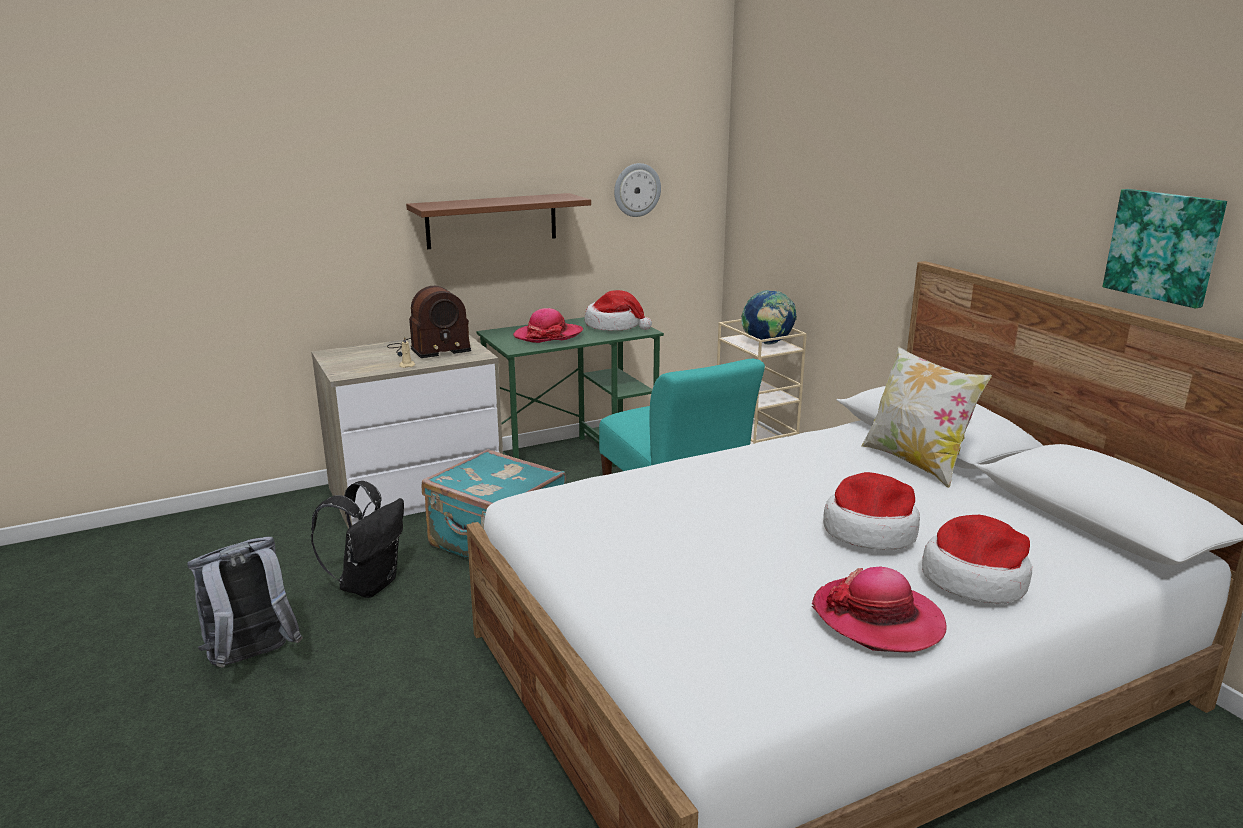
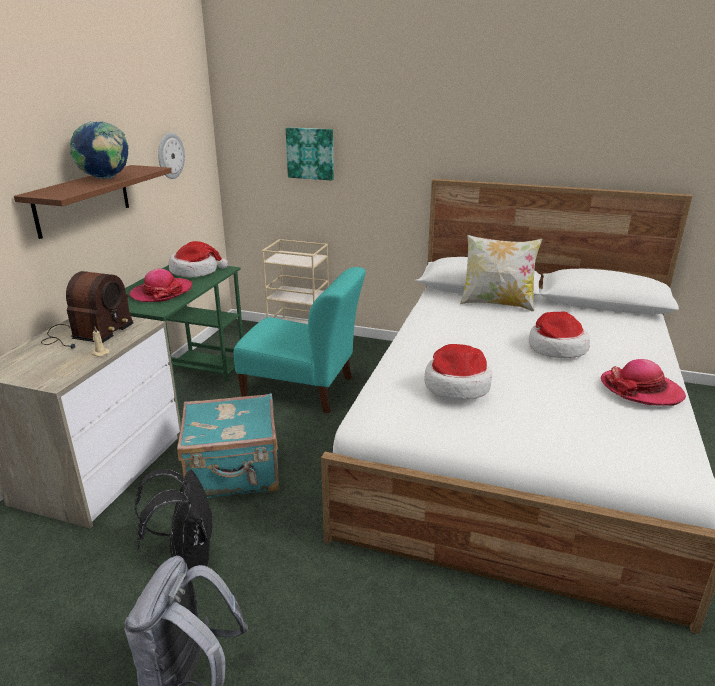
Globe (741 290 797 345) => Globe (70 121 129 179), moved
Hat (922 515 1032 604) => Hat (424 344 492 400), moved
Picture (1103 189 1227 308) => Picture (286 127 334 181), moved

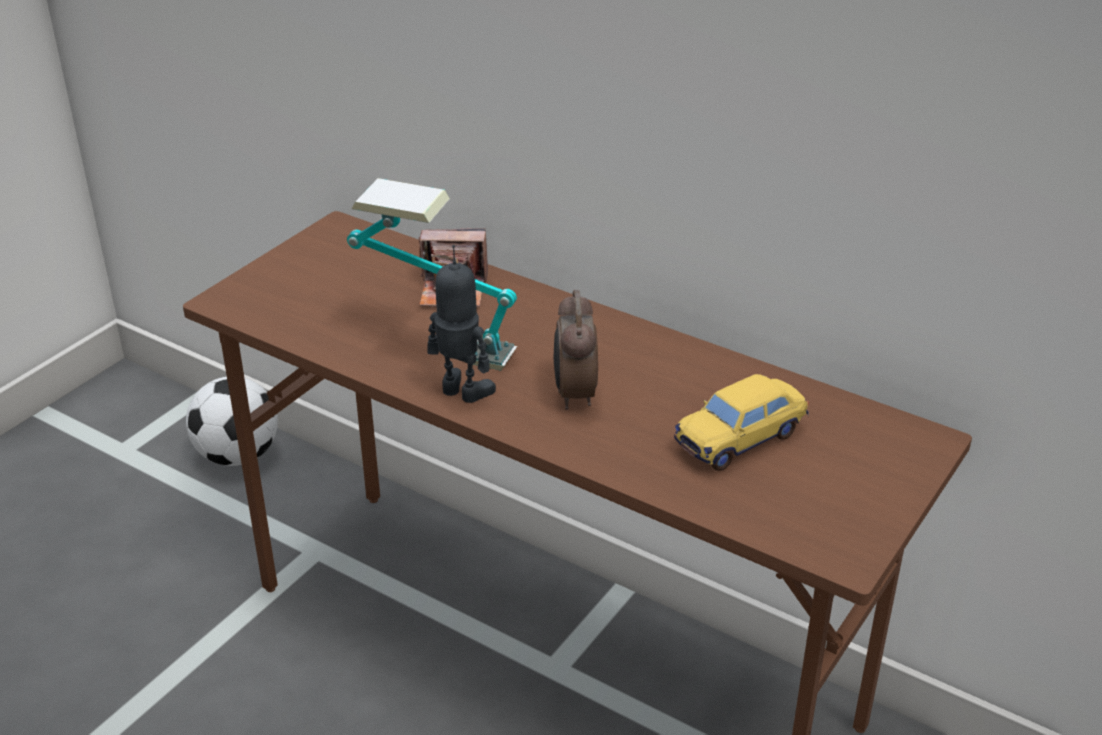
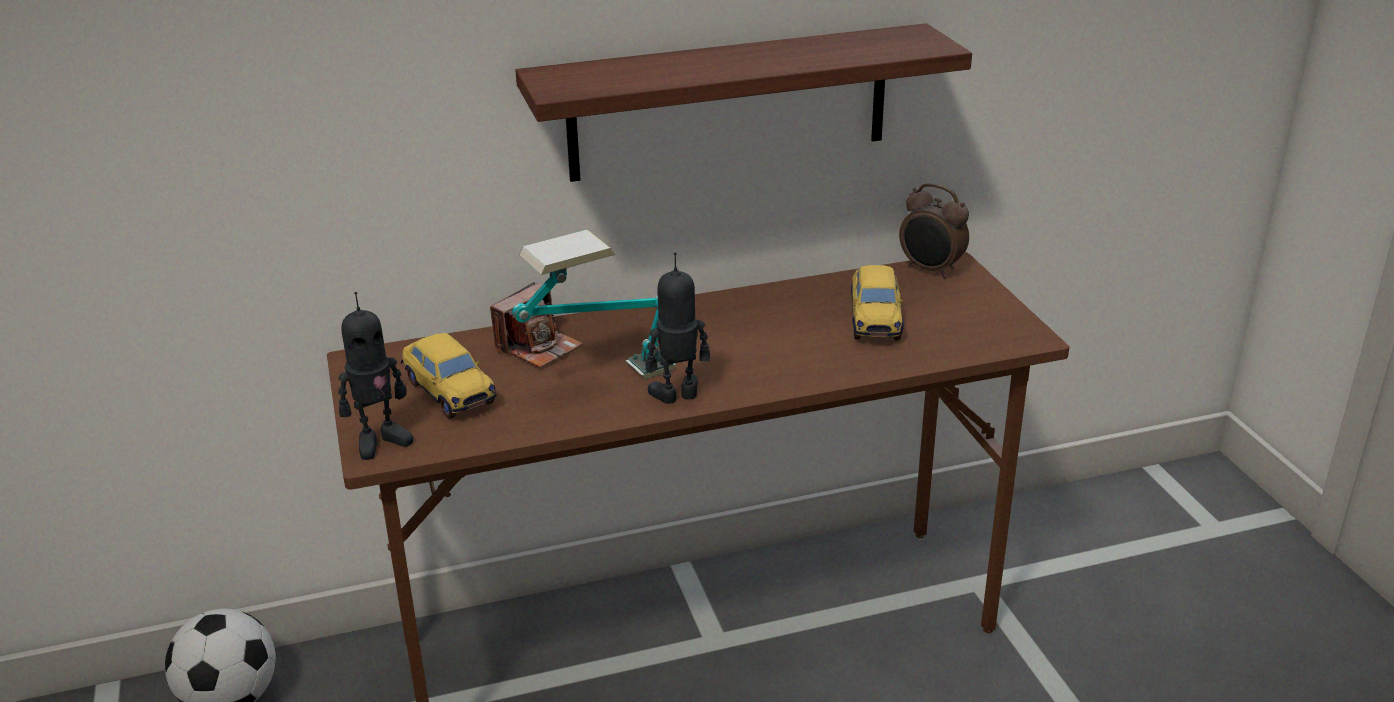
AlarmClock (553 290 598 410) => AlarmClock (899 183 969 278), moved
nothing => ToyRobot (338 292 413 460)
nothing => ToyCar (401 333 497 419)
nothing => Shelf (515 23 972 182)

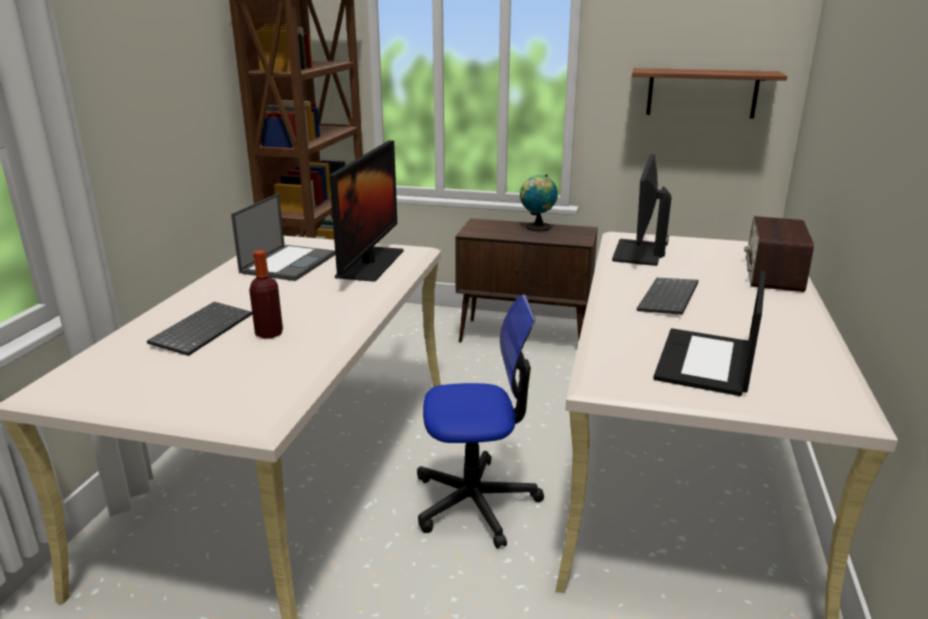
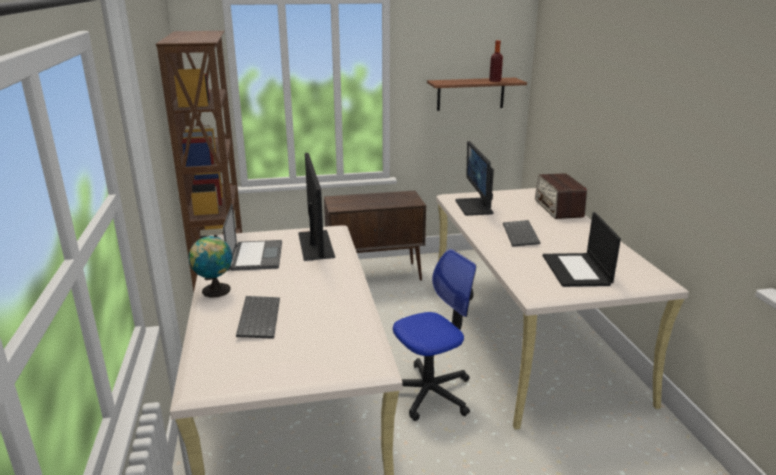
Bottle (249 250 283 339) => Bottle (489 40 503 82), moved
Globe (520 174 558 231) => Globe (189 235 232 298), moved

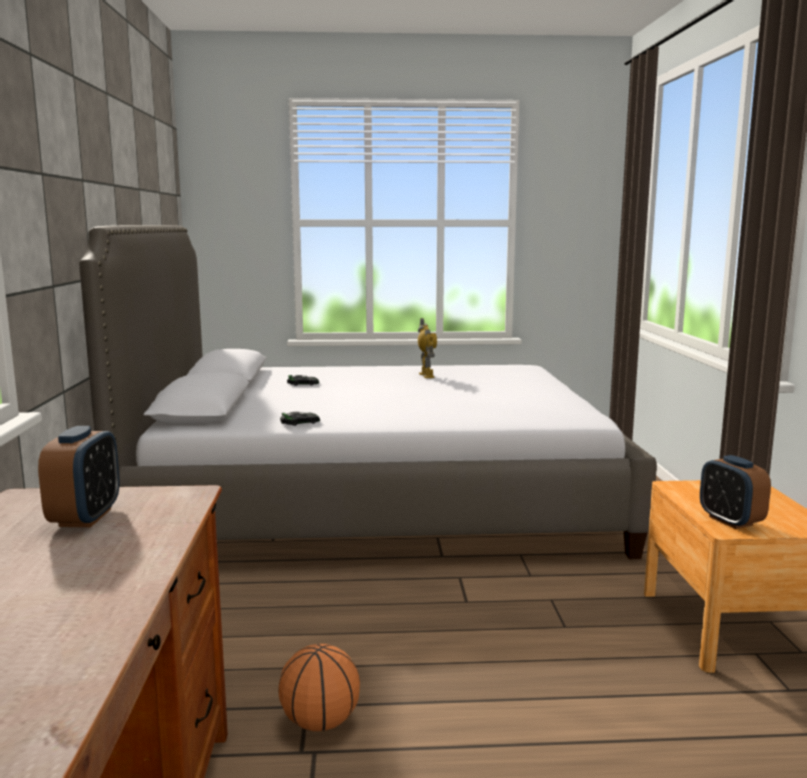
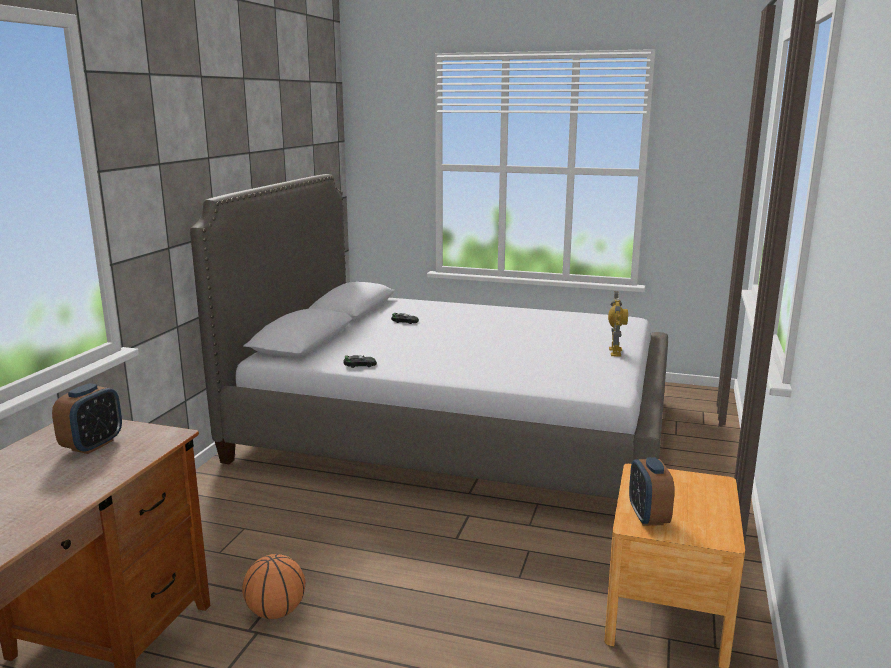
ToyRobot (418 318 437 378) => ToyRobot (608 291 628 357), moved

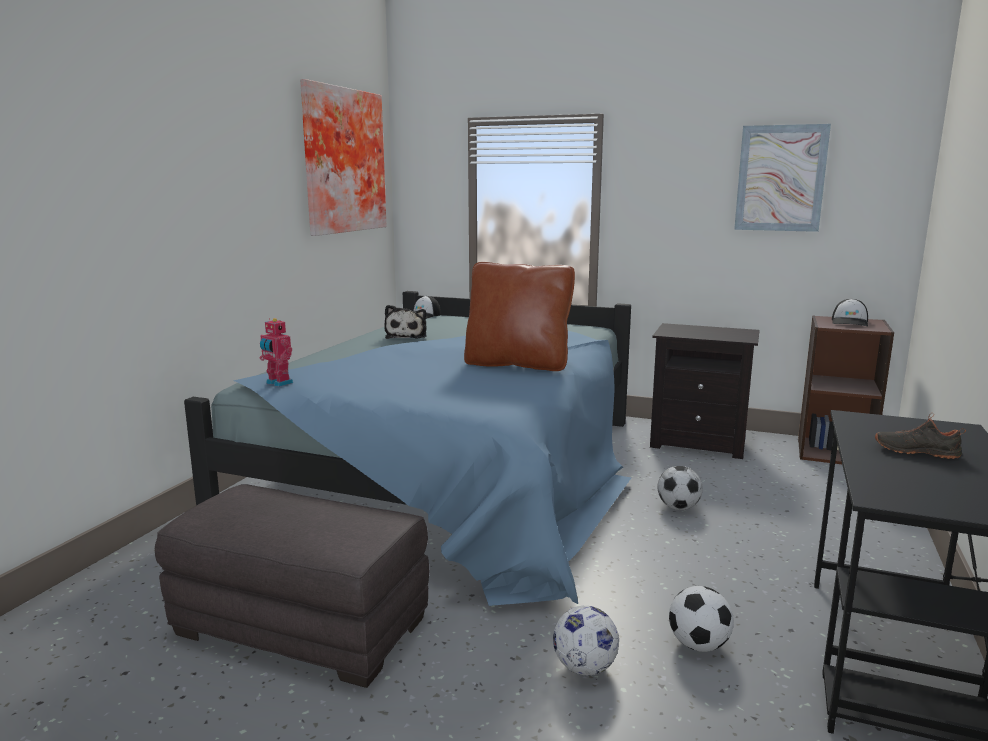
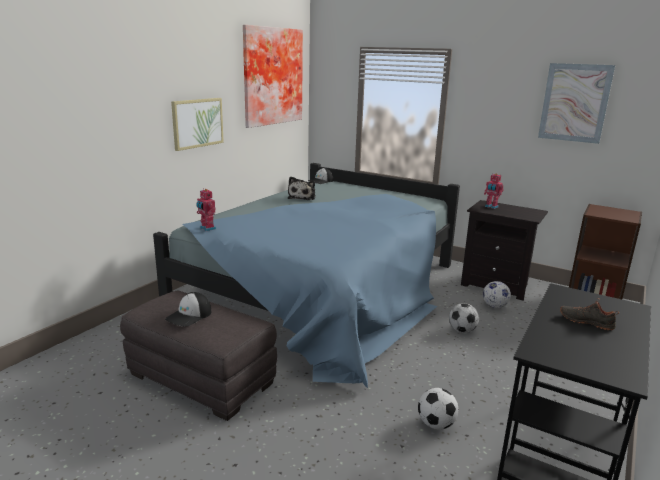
BrownPillow (464 262 575 371) => nothing
Football (553 606 619 675) => Football (483 281 511 308), moved
Cap (832 299 868 327) => Cap (165 292 211 327), moved
nothing => Picture (171 98 224 151)
nothing => ToyRobot (484 173 504 209)

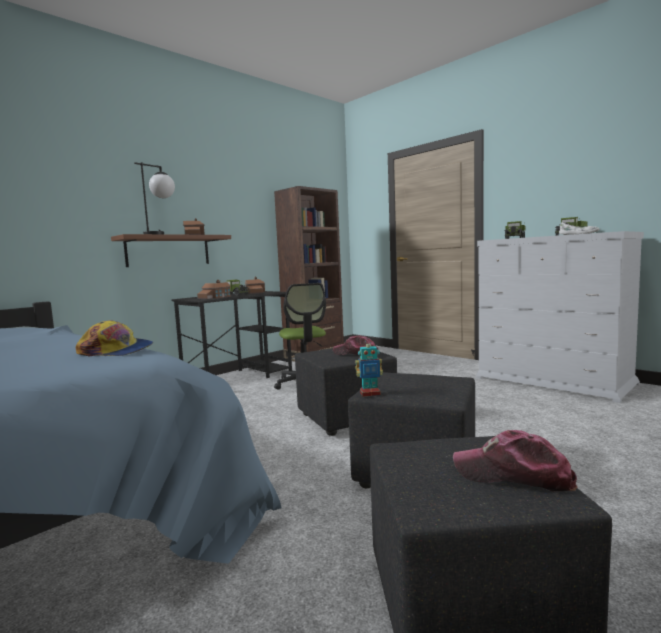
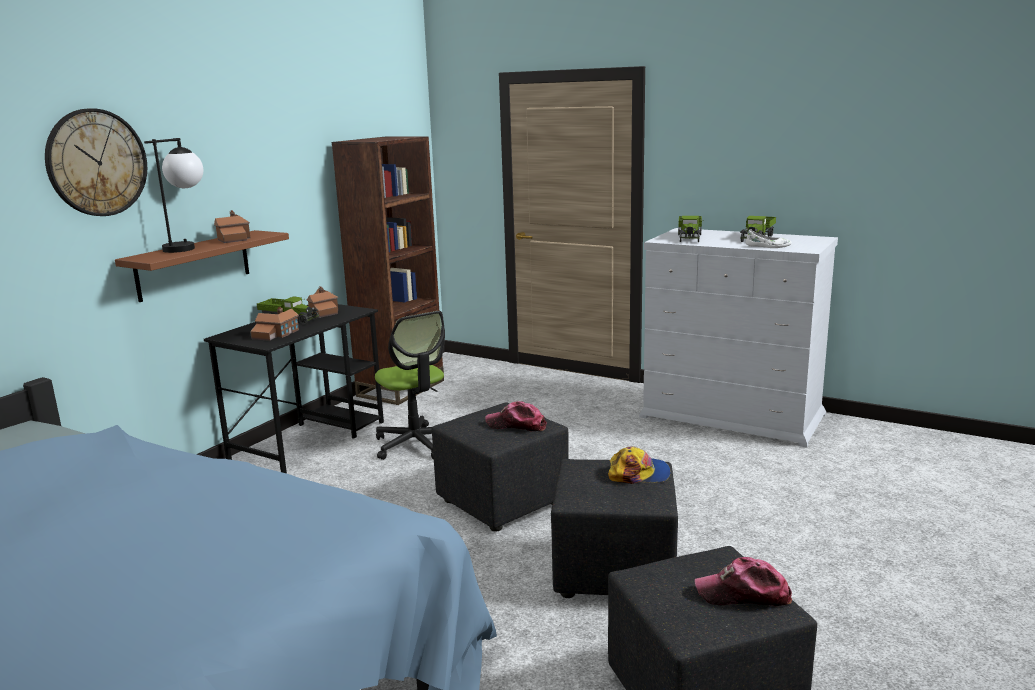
Cap (76 320 153 356) => Cap (608 446 671 484), moved
ToyRobot (355 338 383 397) => nothing
nothing => WallClock (45 108 147 216)

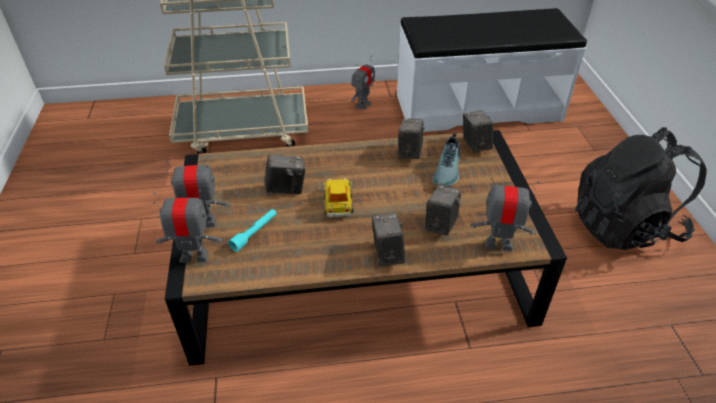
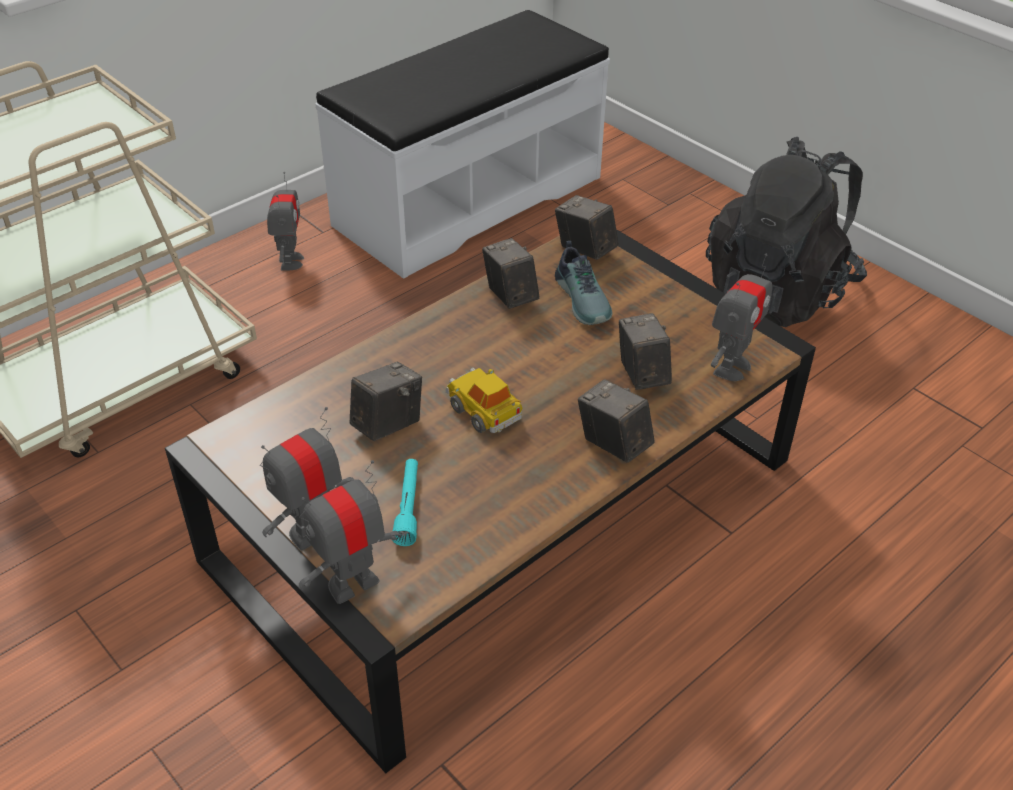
ToyRobot (471 178 539 252) => ToyRobot (711 254 772 381), 150 degrees clockwise

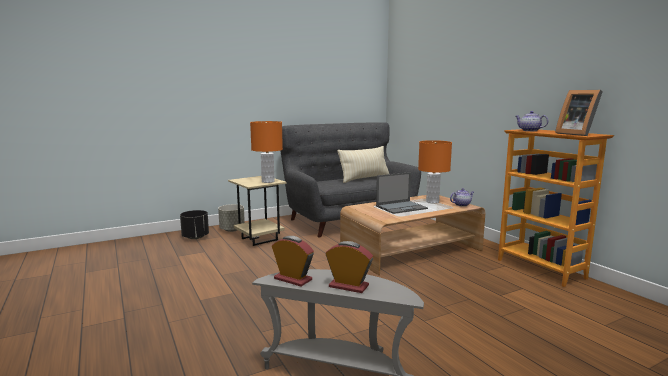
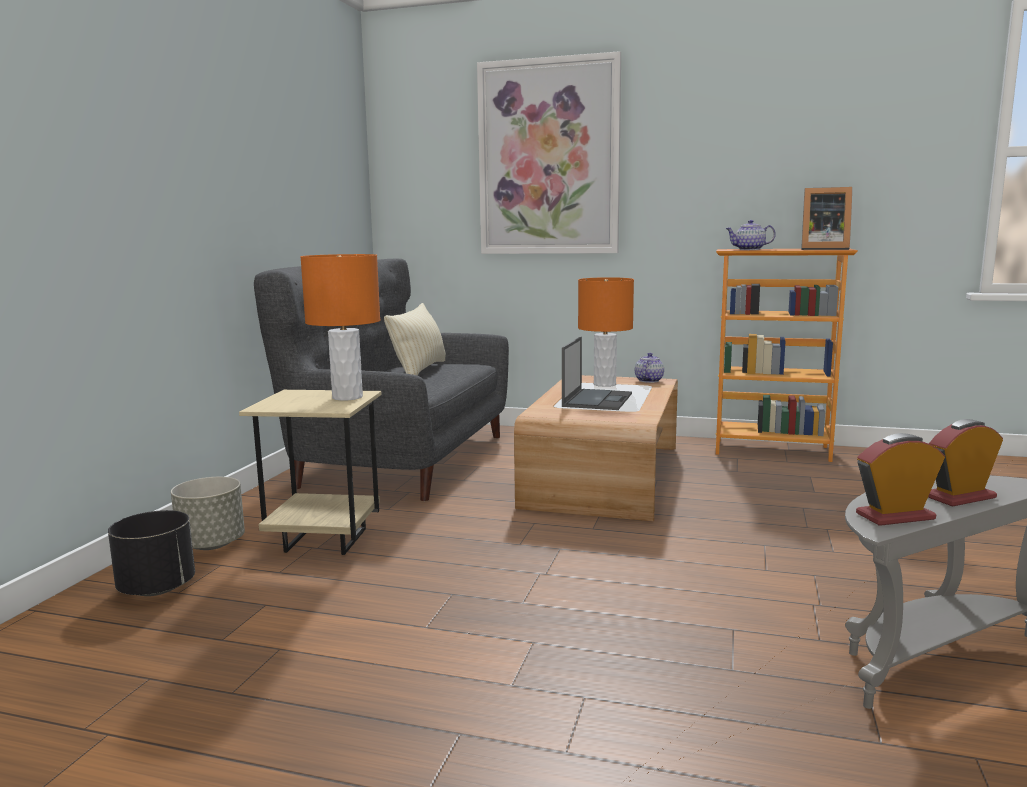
nothing => Picture (477 51 621 254)

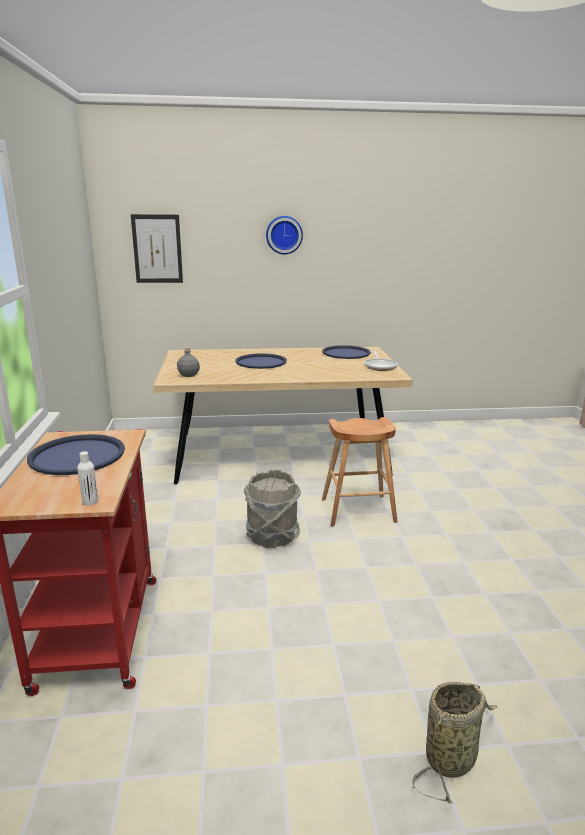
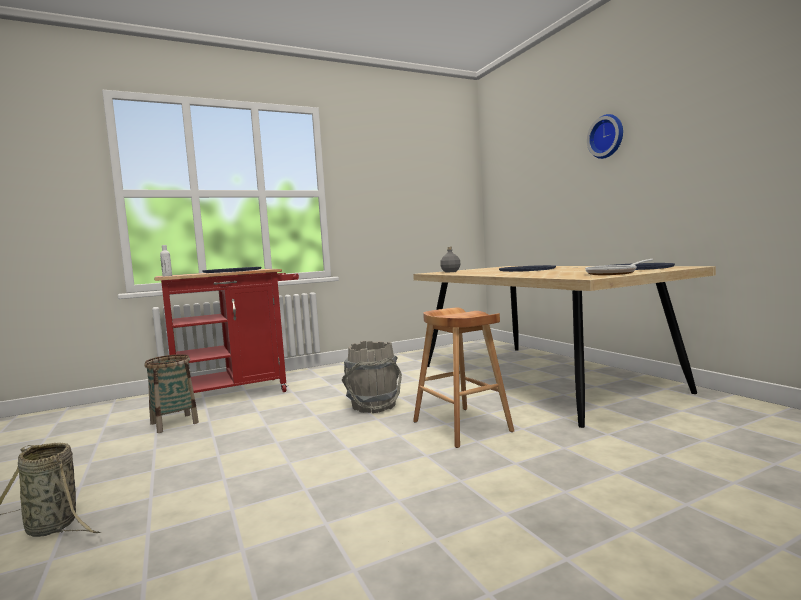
Picture (131 214 183 283) => nothing
nothing => Basket (144 354 199 433)

